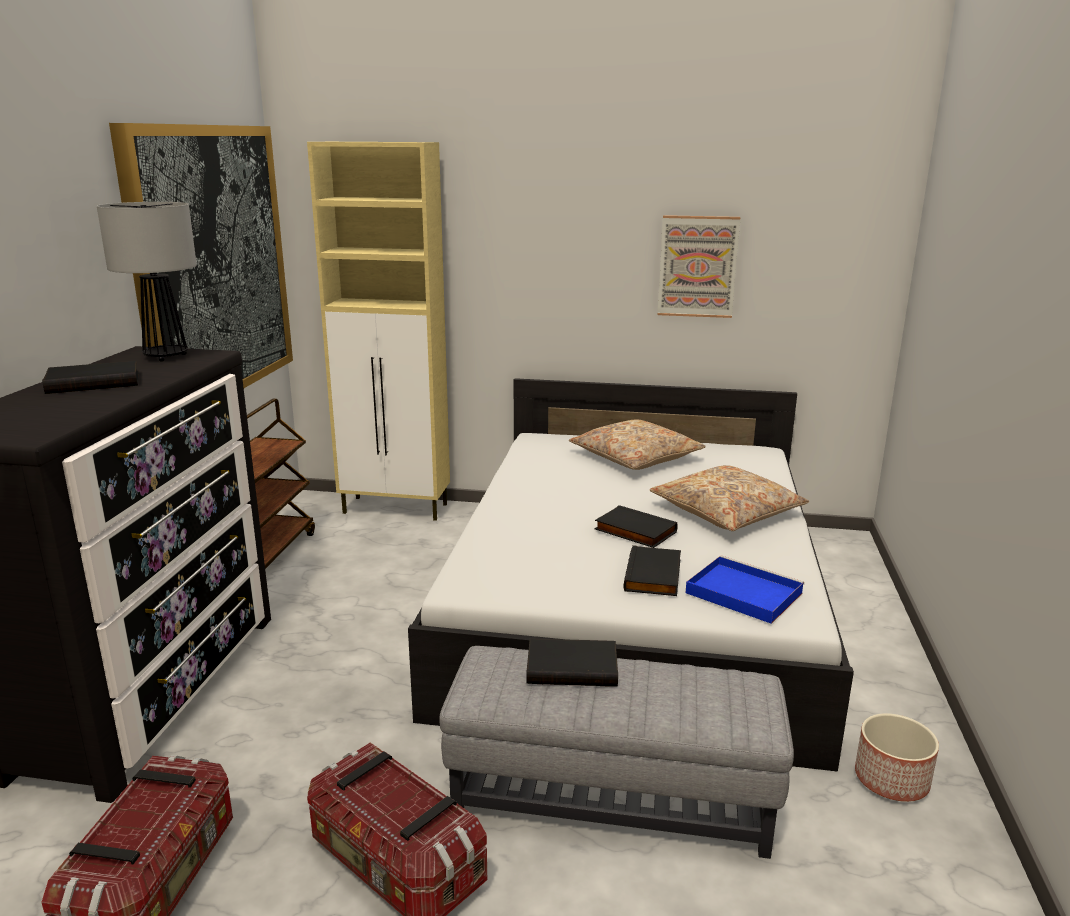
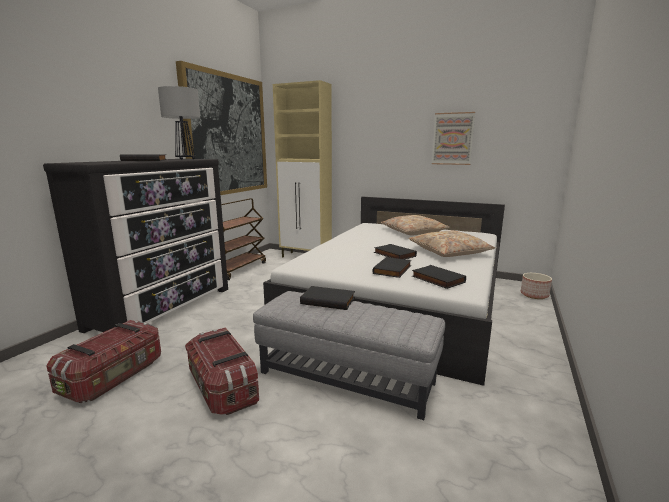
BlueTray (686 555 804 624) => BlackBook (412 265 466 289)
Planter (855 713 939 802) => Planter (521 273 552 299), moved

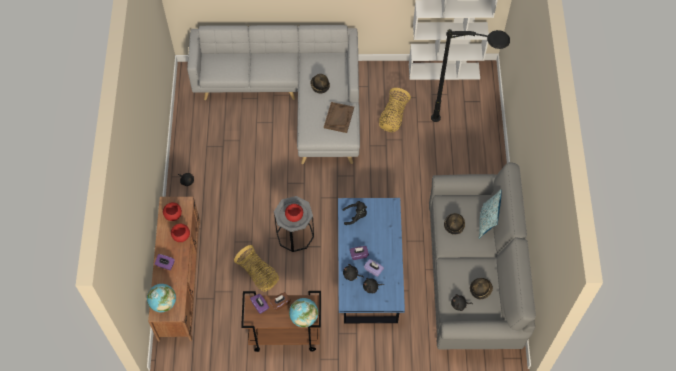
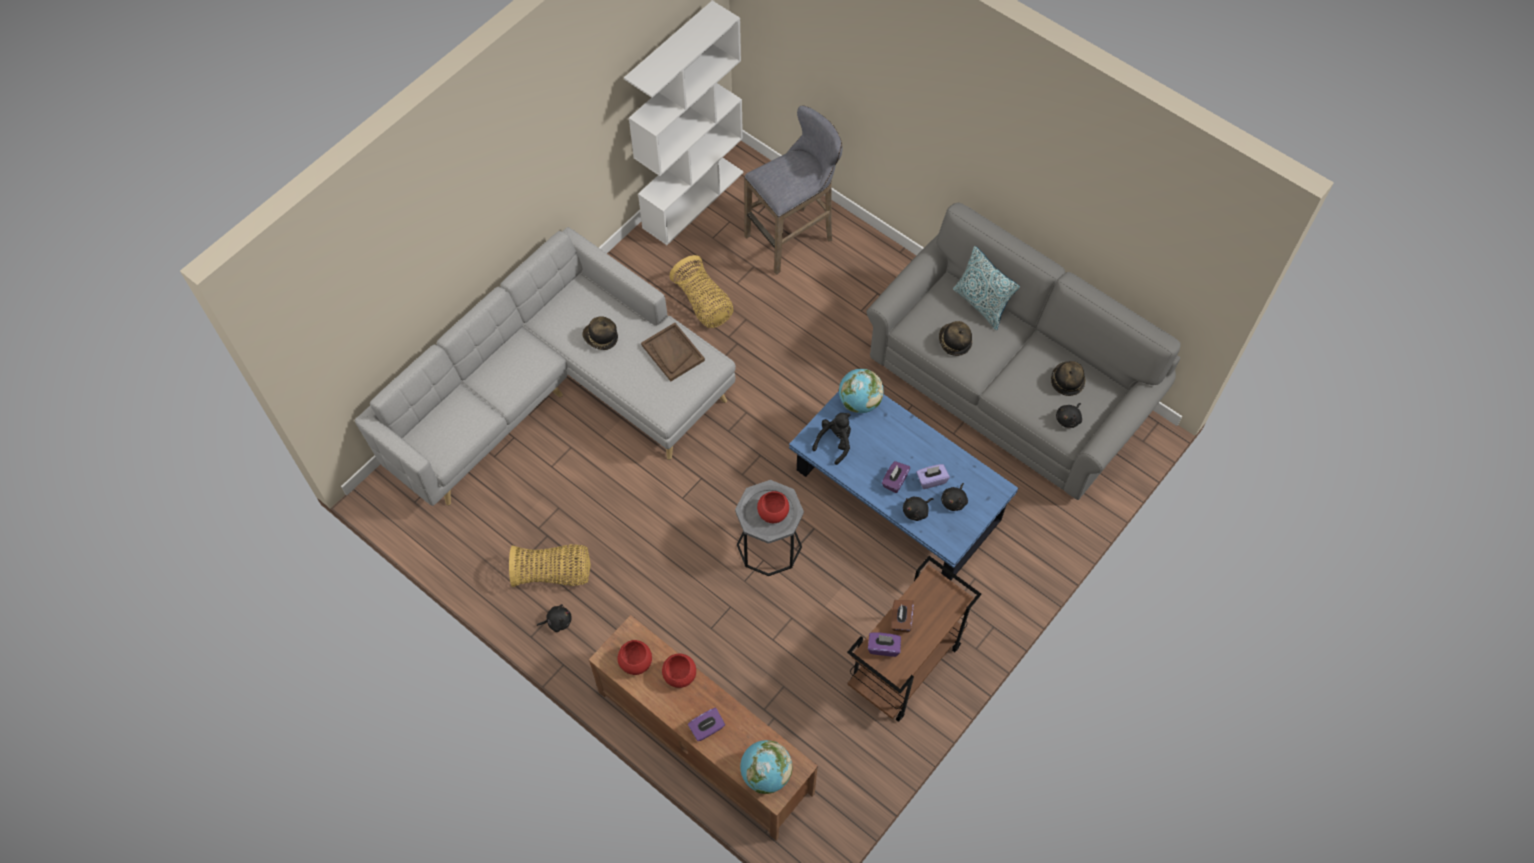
Basket (234 245 279 292) => Basket (509 544 591 587), moved
Globe (289 298 319 328) => Globe (839 369 884 413), moved
BlackFloorLamp (431 29 510 122) => GreyStool (744 105 843 275)

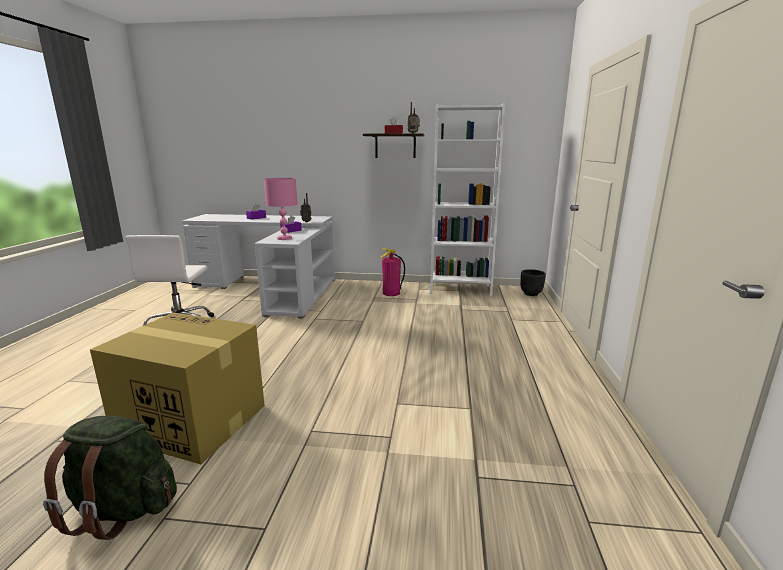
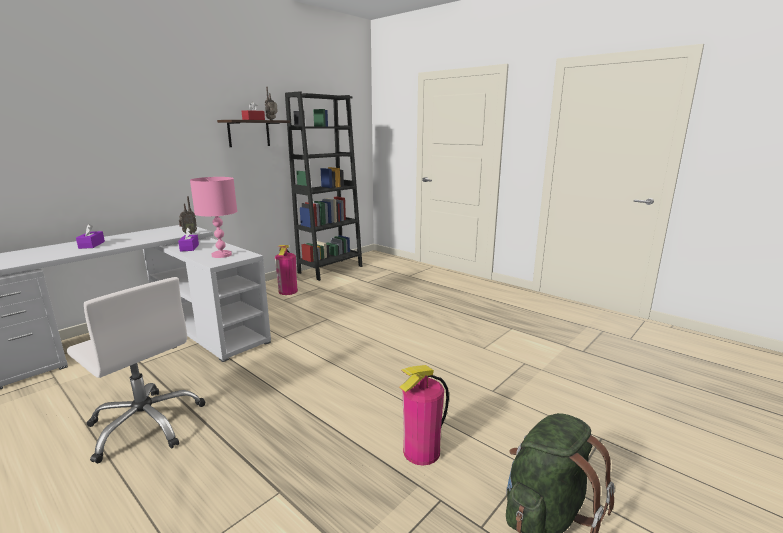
CardboardBox (90 312 265 464) => FireExtinguisher (399 365 449 465)
WhiteBookcase (430 104 505 296) => BlackBookcase (285 91 363 281)
BlackPlanter (520 269 546 296) => nothing

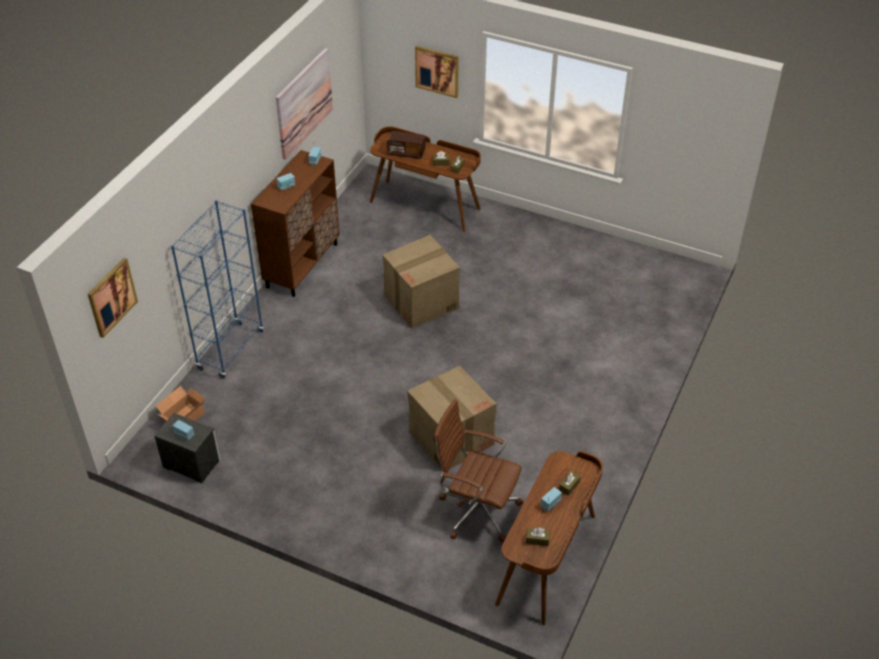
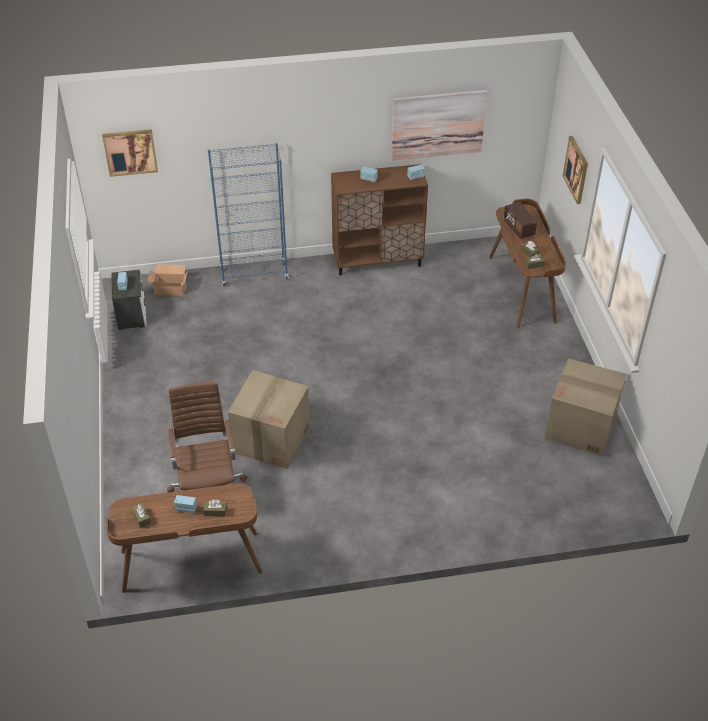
CardboardBox (382 235 460 329) => CardboardBox (544 358 627 456), moved

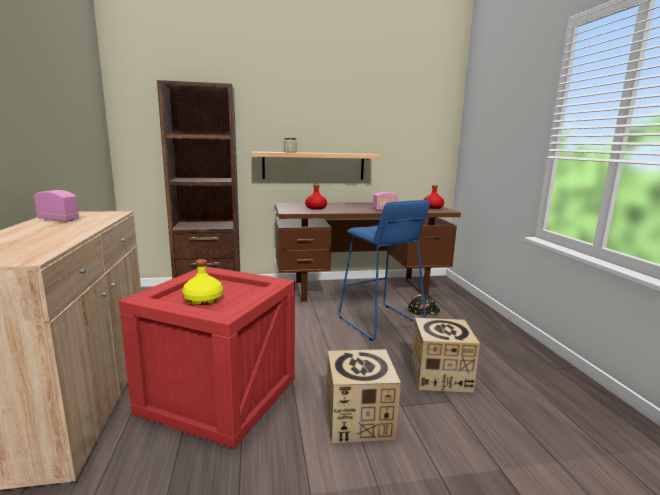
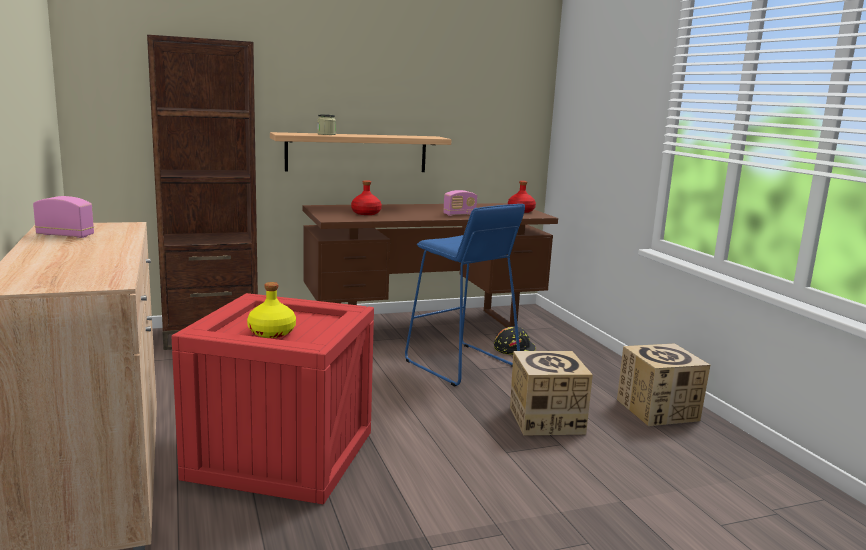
CardboardBox (327 349 401 443) => CardboardBox (617 343 710 426), moved

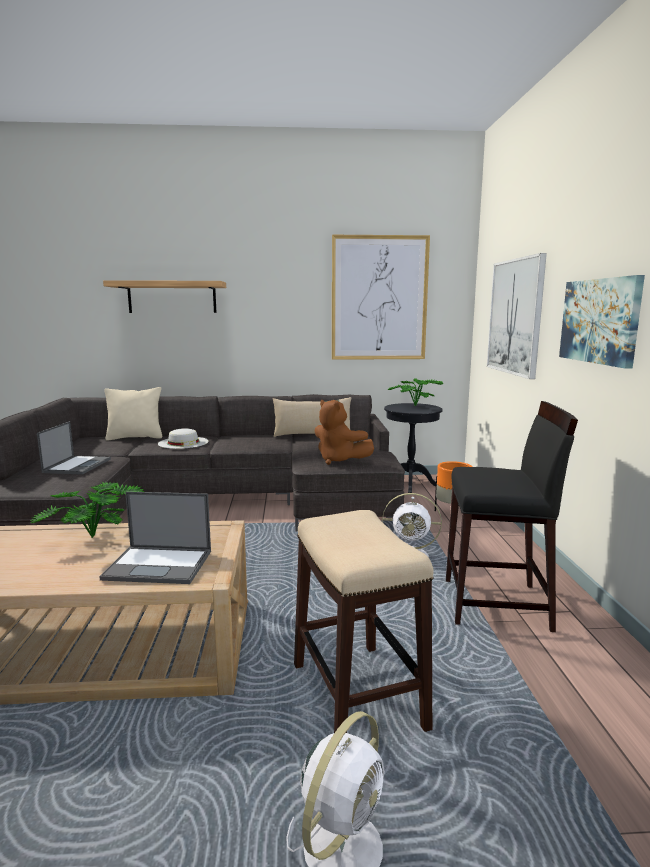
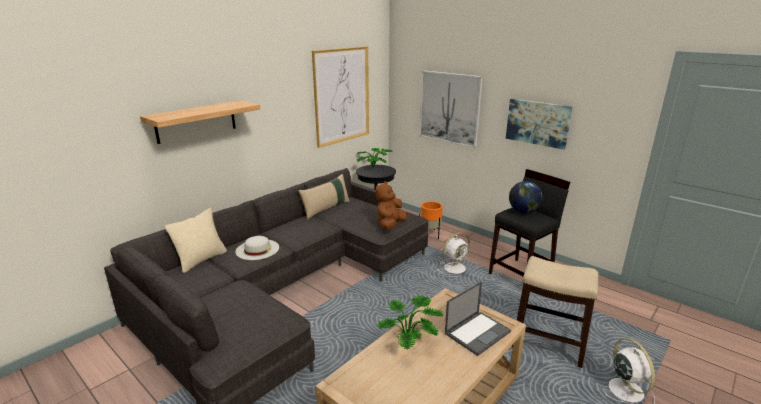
Laptop (37 421 111 475) => nothing
BrownPlushToy (315 400 374 465) => BrownPlushToy (375 181 407 230), 120 degrees clockwise
nothing => Globe (509 181 542 213)

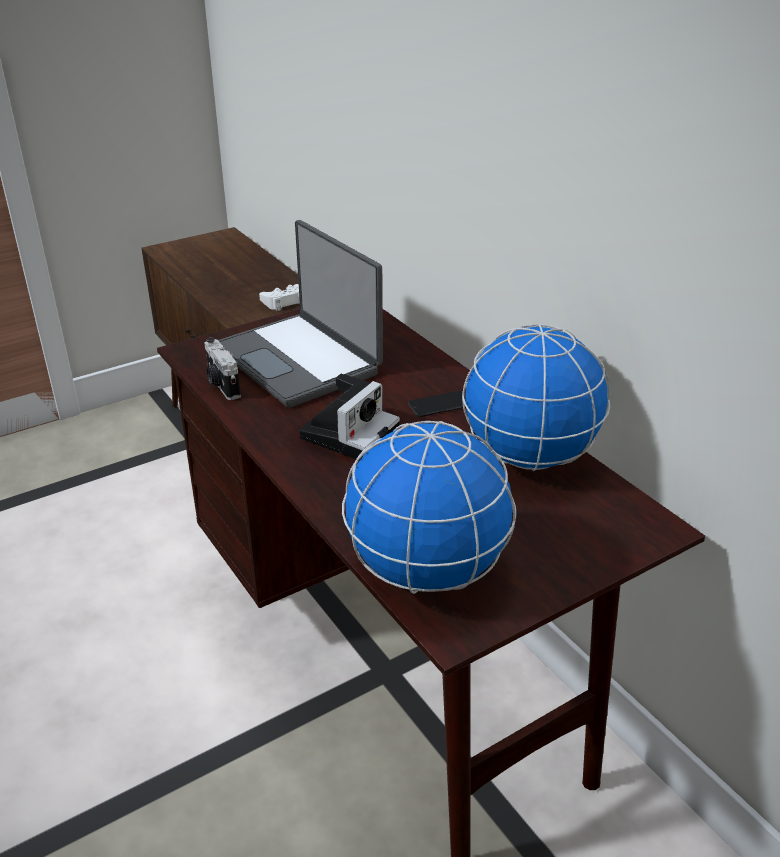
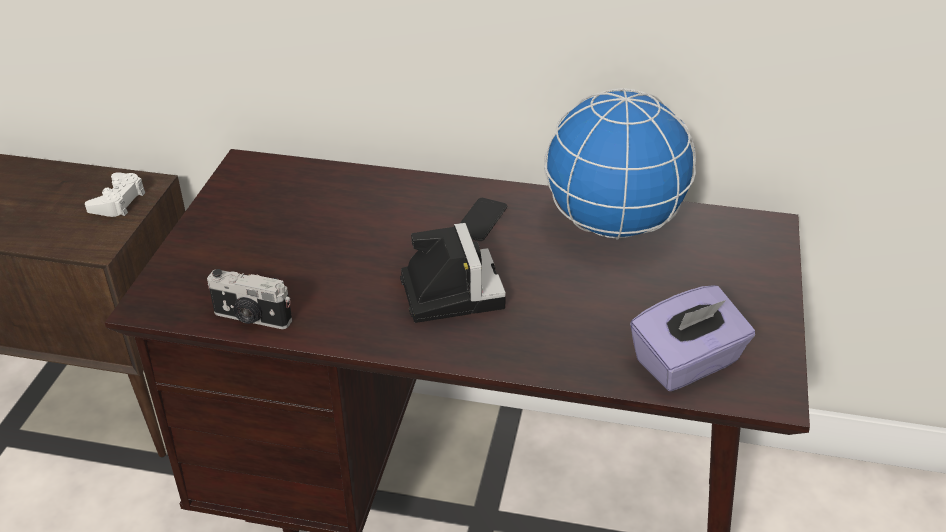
Laptop (218 220 383 408) => nothing
Globe (342 421 516 594) => PurpleTissueBox (630 285 755 391)

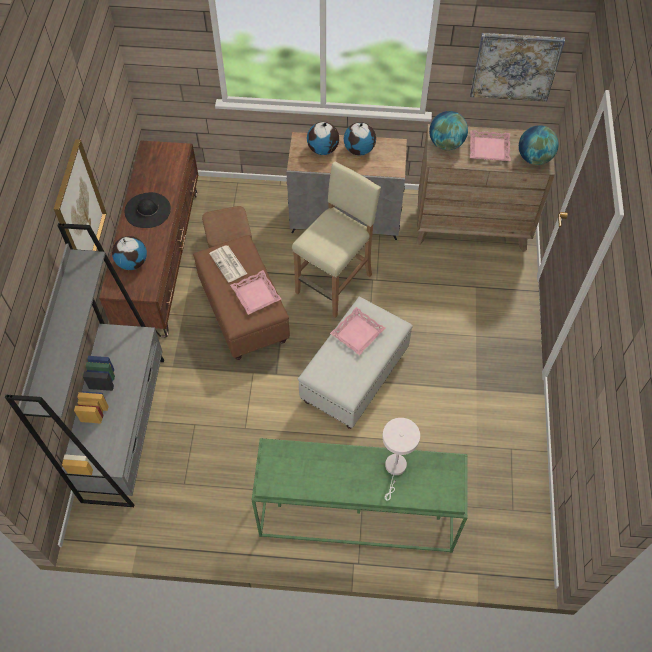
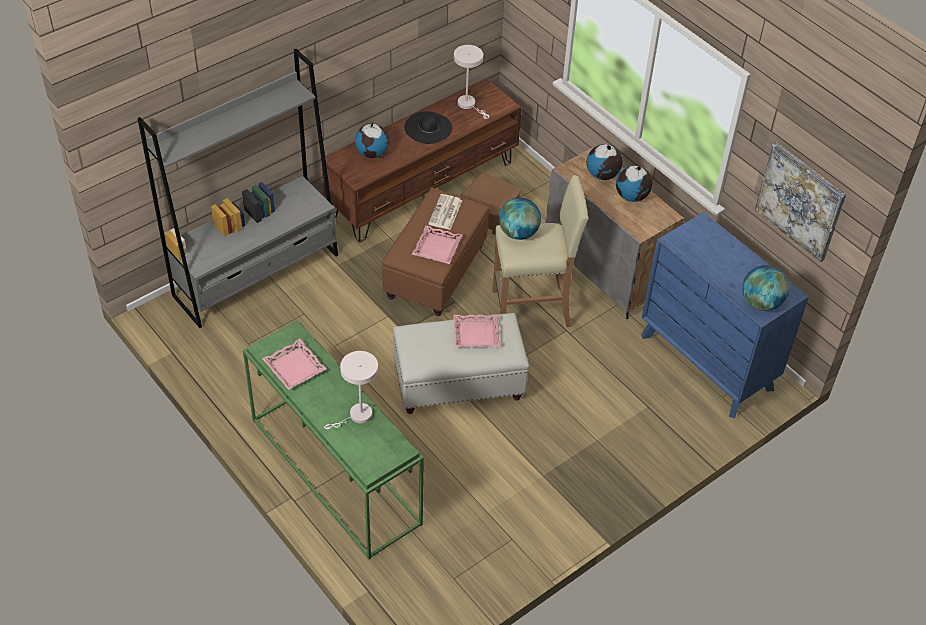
Picture (54 139 107 251) => nothing
BrownDresser (416 124 555 252) => BlueDresser (641 212 809 418)
Globe (429 111 468 150) => Globe (499 198 541 240), moved
PinkTray (470 130 511 161) => PinkTray (262 339 327 390), moved
nothing => WhiteTableLamp (454 45 489 119)

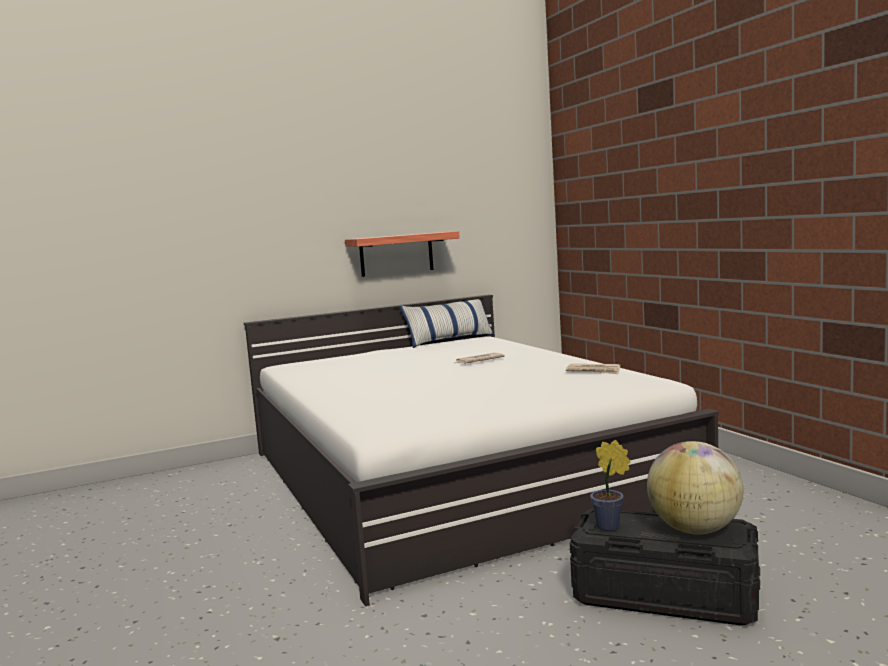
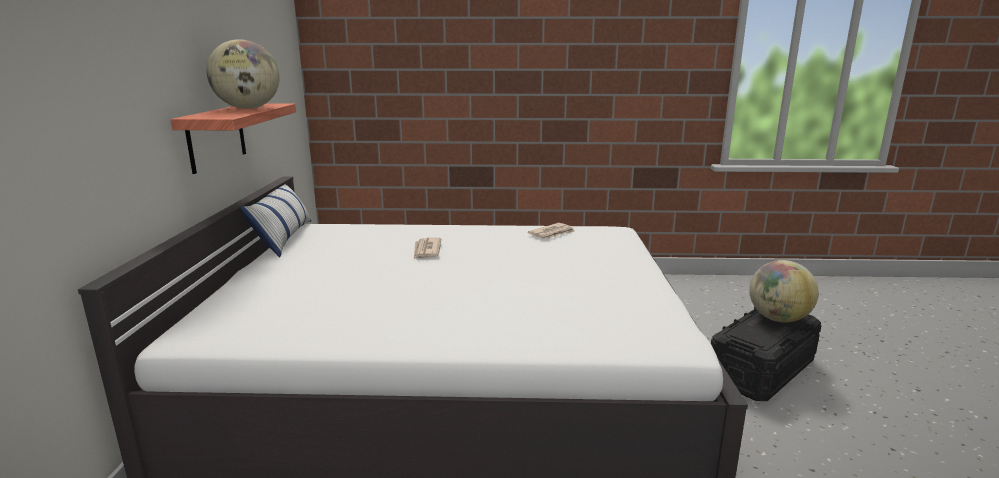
PottedPlant (590 440 630 531) => nothing
nothing => Globe (206 39 280 109)

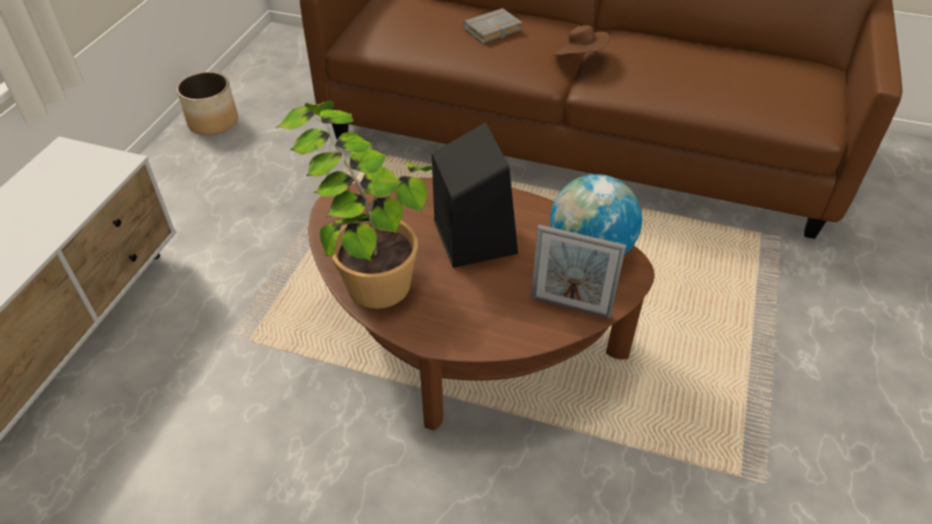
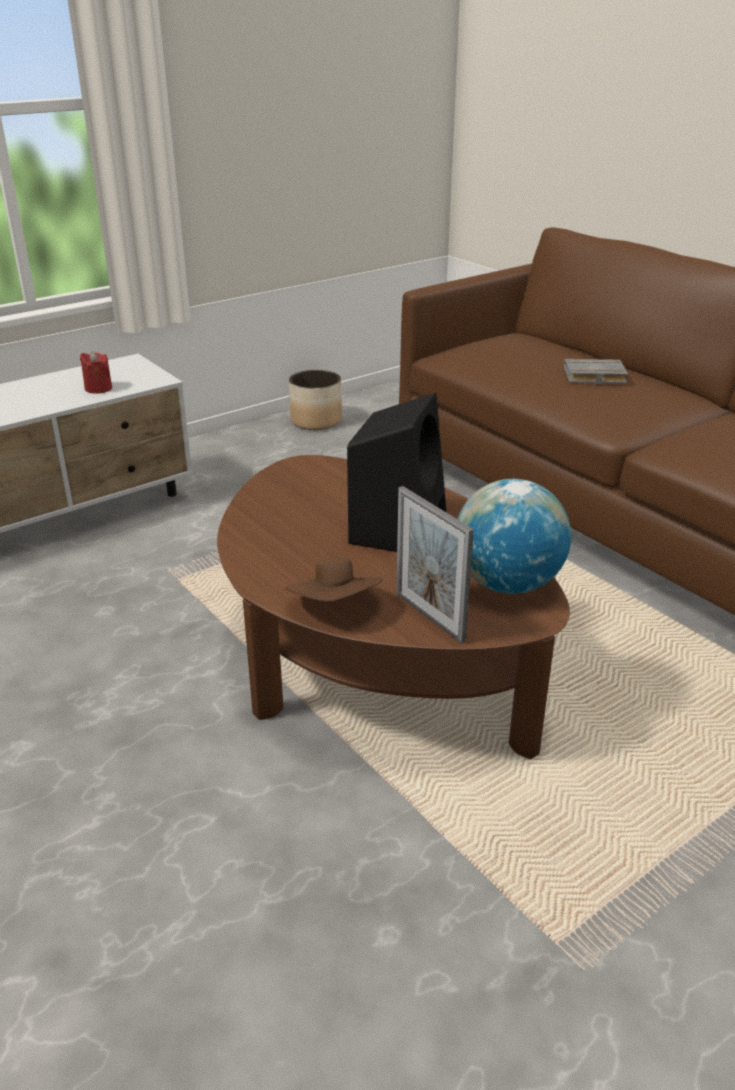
PottedPlant (276 100 433 309) => nothing
BrownHat (553 25 610 55) => BrownHat (285 556 383 601), moved
nothing => RedCandle (80 351 112 394)

